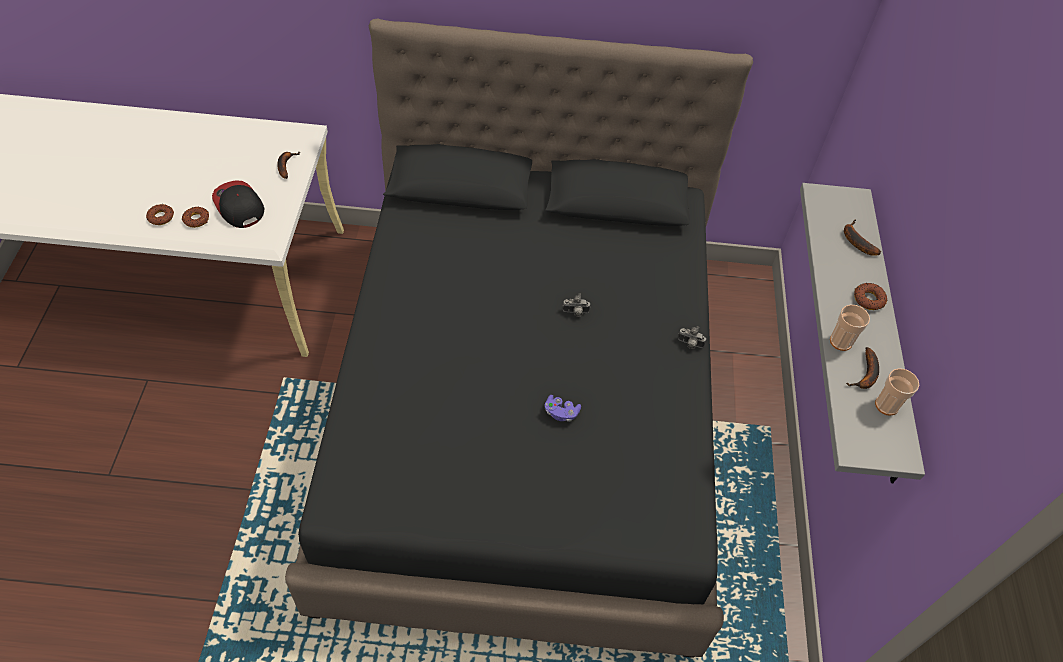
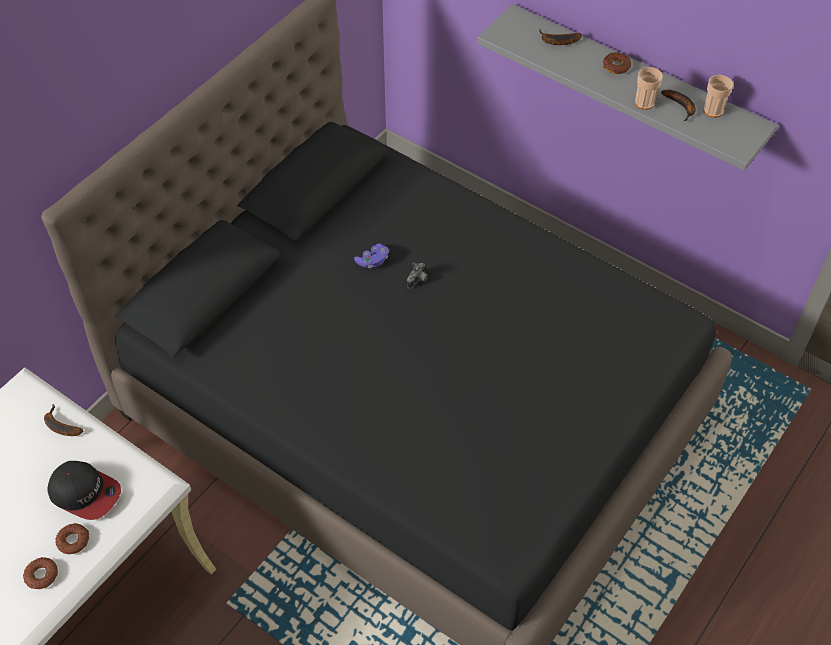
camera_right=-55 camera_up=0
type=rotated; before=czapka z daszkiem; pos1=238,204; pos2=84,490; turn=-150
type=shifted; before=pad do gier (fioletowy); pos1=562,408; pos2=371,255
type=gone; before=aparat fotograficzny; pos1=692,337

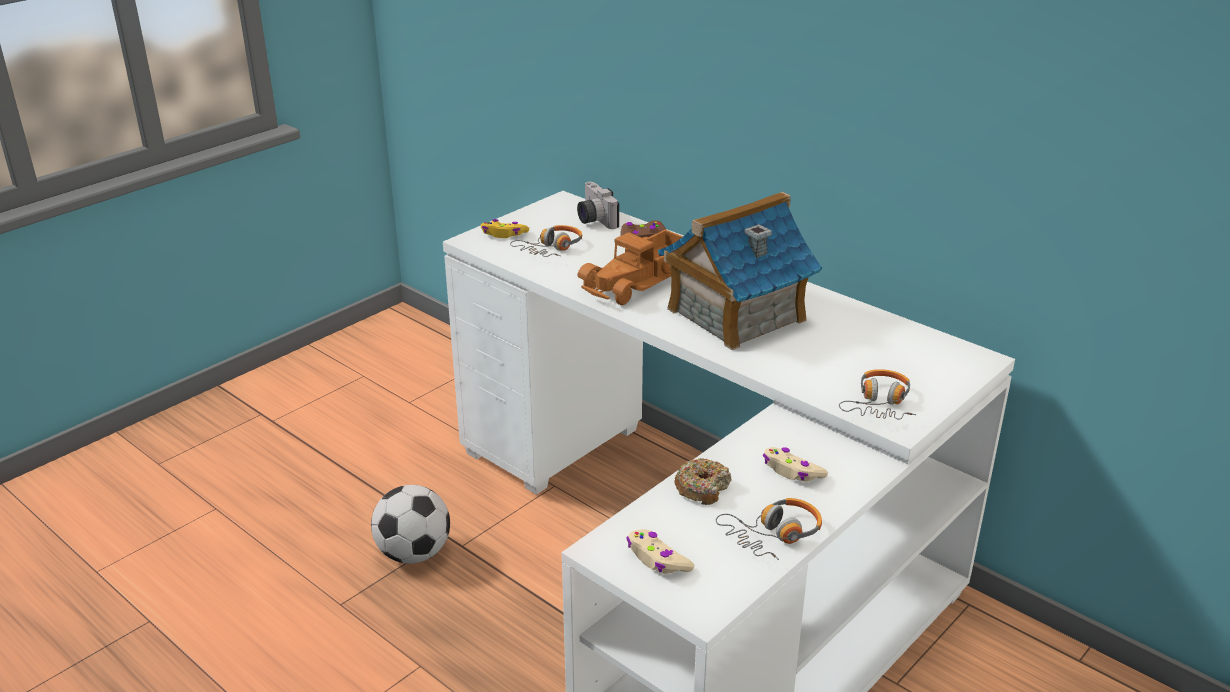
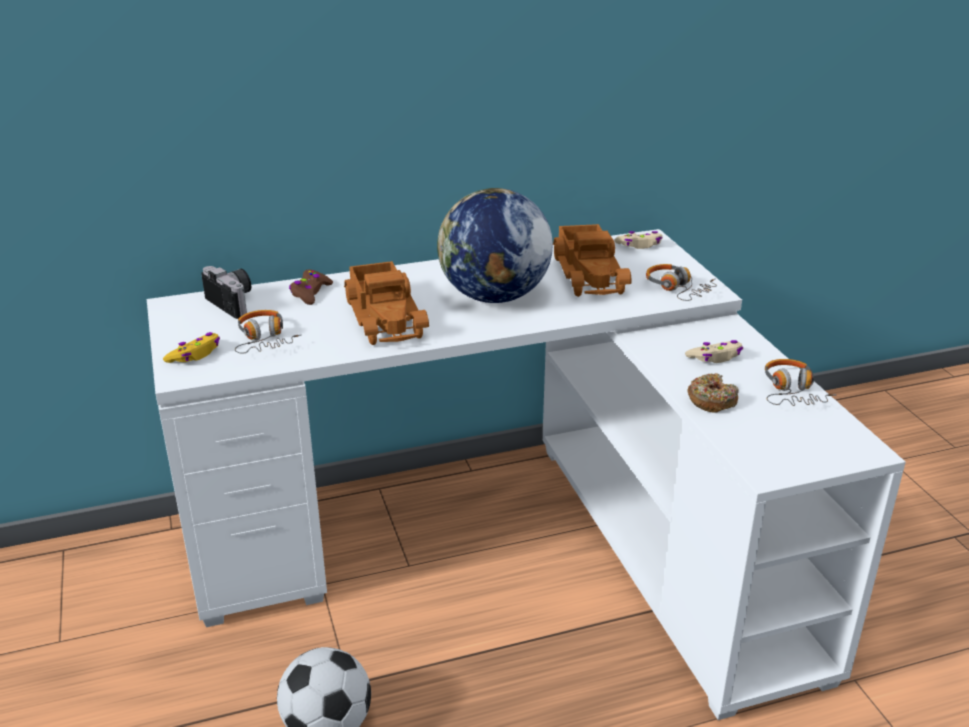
camera_right=-60 camera_up=0
type=rotated; before=aparat fotograficzny; pos1=598,205; pos2=226,292; turn=-135
type=swapped; before=domek; after=globus; pos1=740,271; pos2=495,245
type=new; after=ciężarówka zabawkowa; pos2=592,260
type=shifted; before=pad do gier (beżowy); pos1=660,551; pos2=638,240

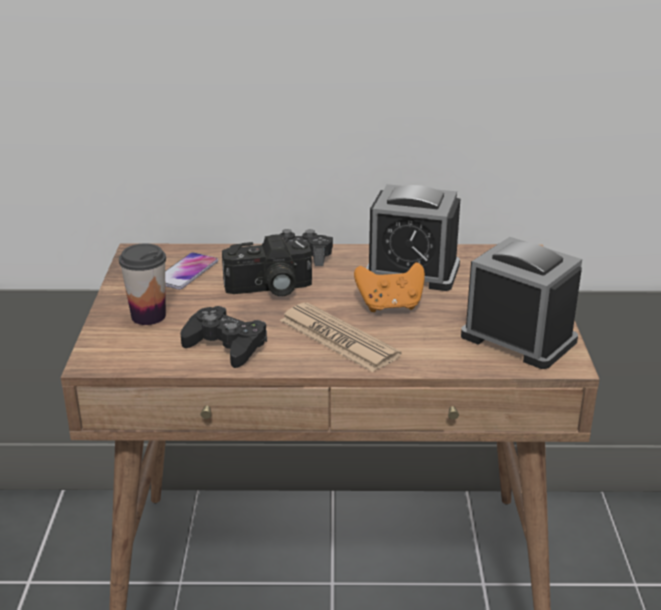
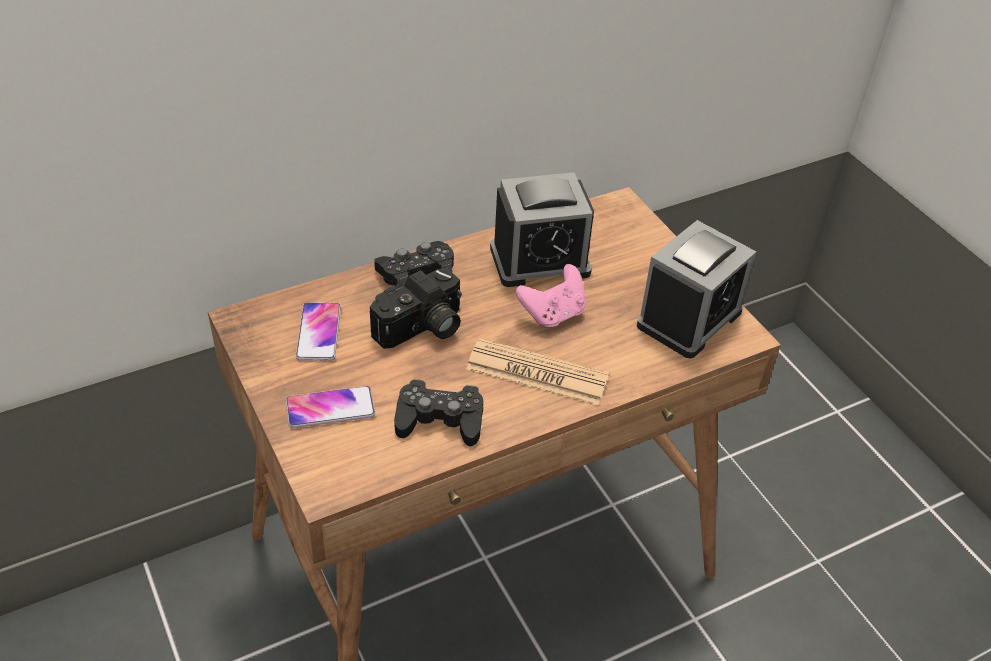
camera_right=-30 camera_up=15
type=swapped; before=filiżanka; after=telefon; pos1=142,284; pos2=330,407
type=repainted; before=pad do gier (pomarańczowy); after=pad do gier (różowy); pos1=389,287; pos2=550,296
type=rotated; before=budzik; pos1=521,303; pos2=696,289; turn=120

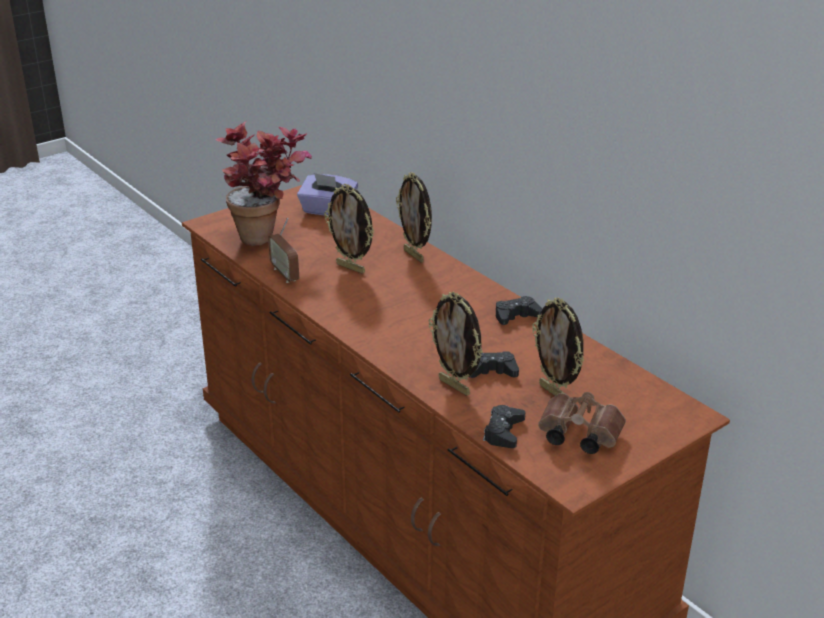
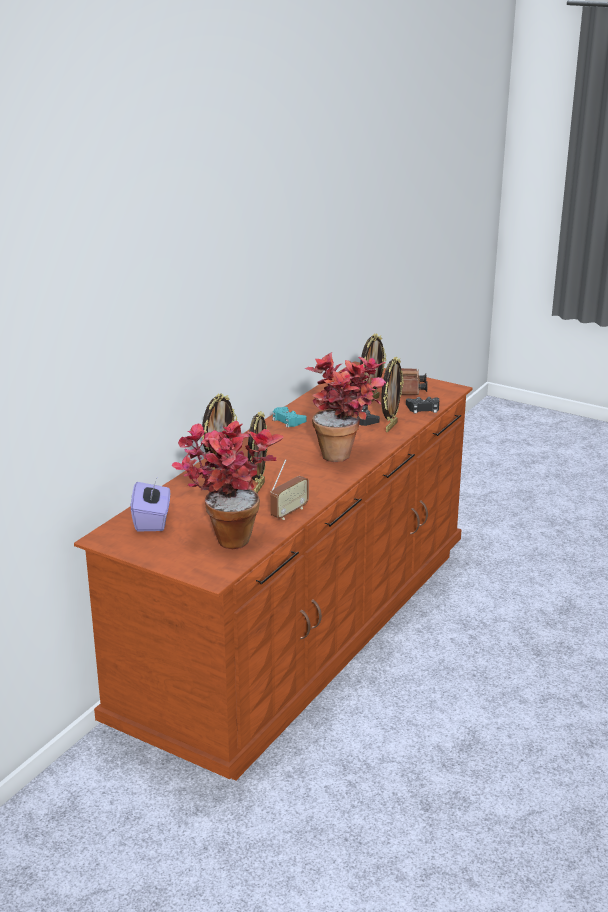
camera_right=-110 camera_up=-5
type=repainted; before=pad do gier (czarny); after=pad do gier (turkusowy); pos1=519,310; pos2=289,417
type=new; after=roślina doniczkowa; pos2=345,407

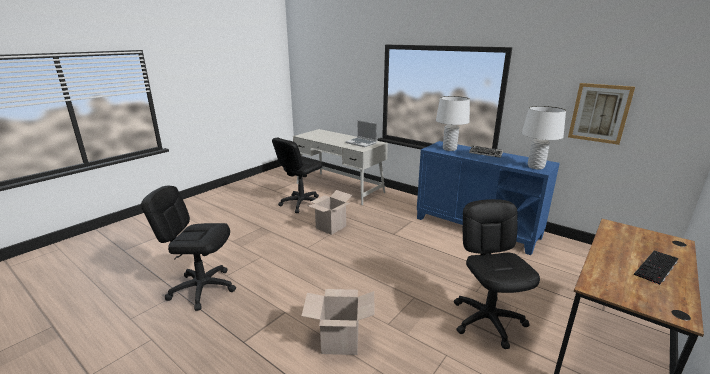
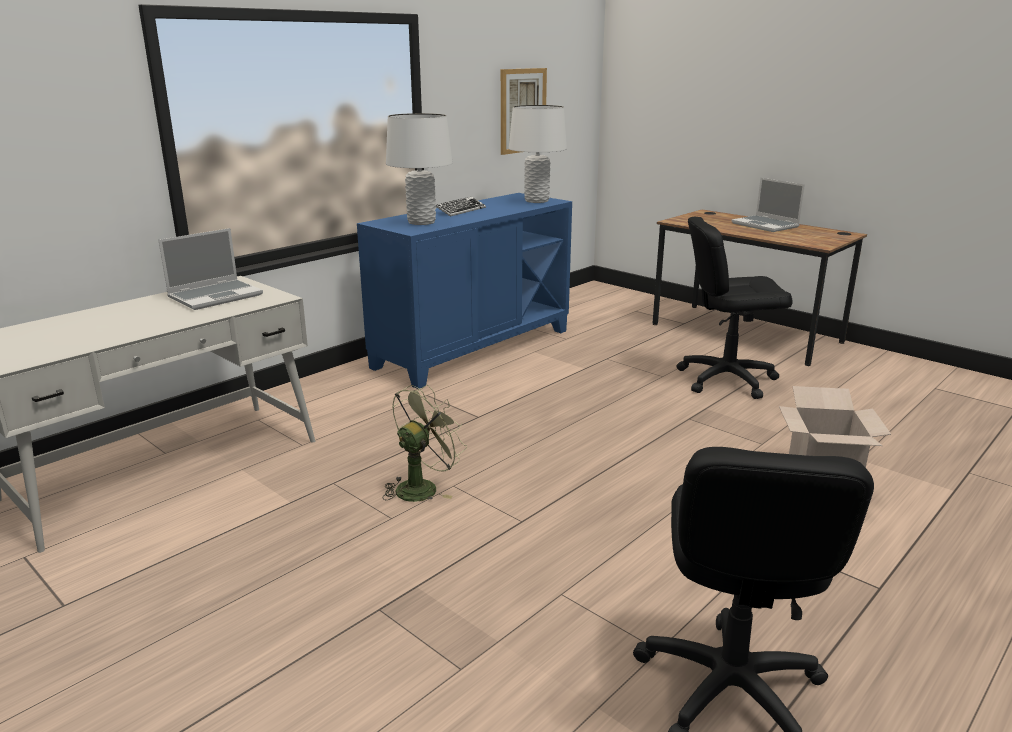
camera_right=-85 camera_up=0
type=swapped; before=karton; after=wentylator (zielony); pos1=329,212; pos2=424,443
type=swapped; before=klawiatura; after=laptop; pos1=656,268; pos2=768,205
type=gone; before=krzesło biurowe (czarny); pos1=297,175

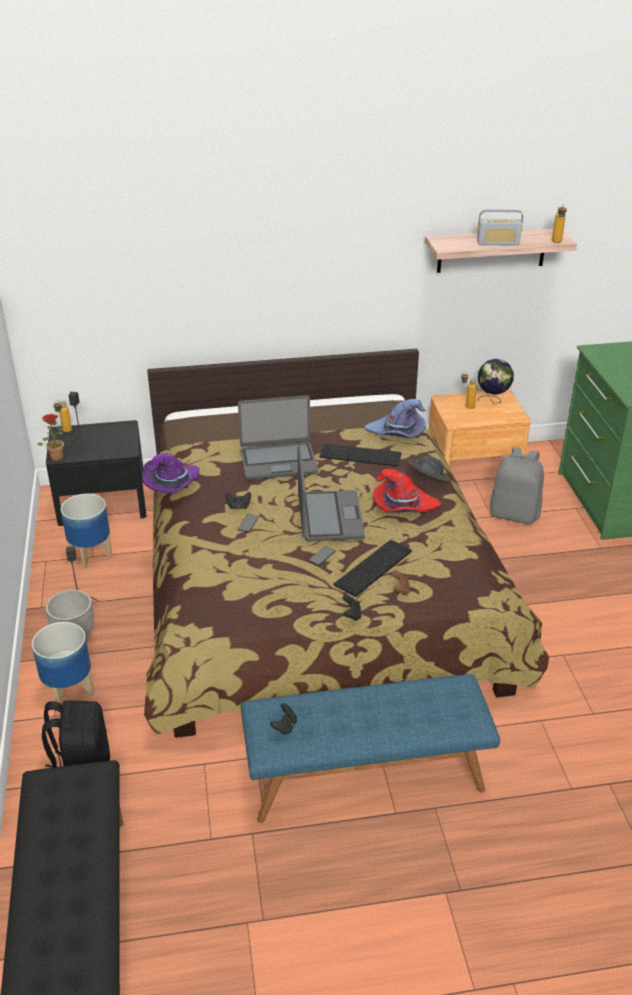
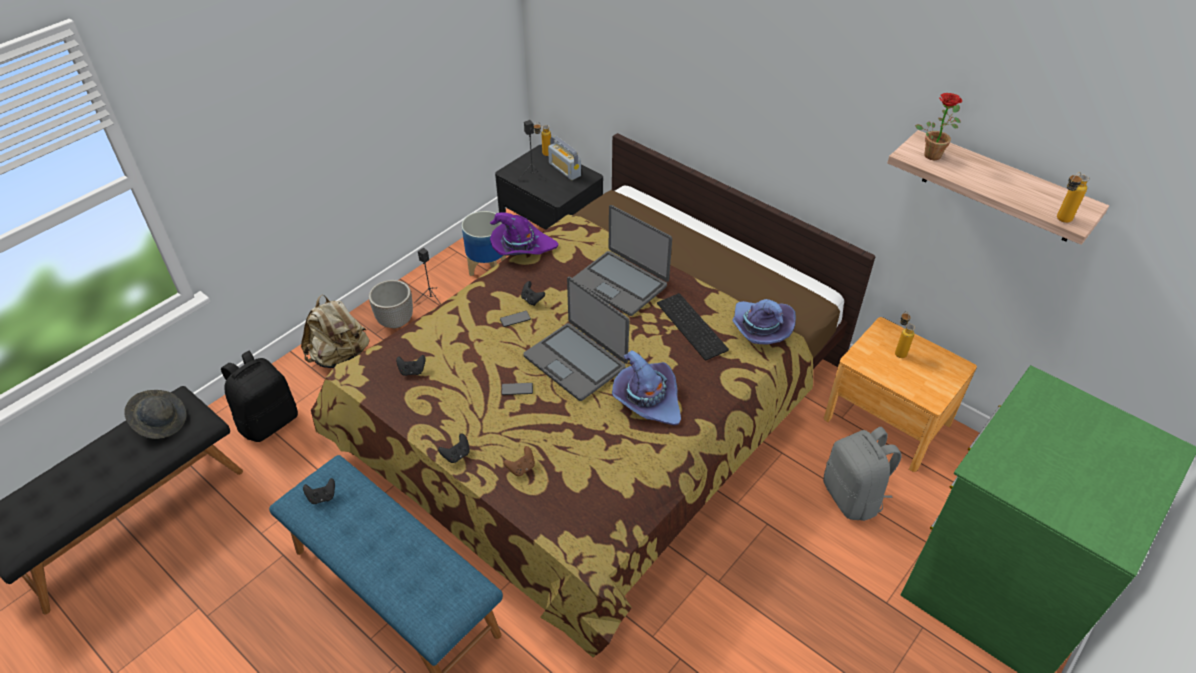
camera_right=50 camera_up=10
type=shifted; before=kapelusz (szary); pos1=428,469; pos2=155,414
type=swapped; before=donica; after=plecak (beżowy); pos1=63,663; pos2=335,331
type=new; after=pad do gier (czarny); pos2=410,365
type=rotated; before=laptop; pos1=331,493; pos2=576,339; turn=90
type=shifted; before=radio; pos1=500,228; pos2=564,158
type=repainted; before=kapelusz (czerwony); after=kapelusz (fioletowy); pos1=407,491; pos2=646,388
type=shifted; before=roślina doniczkowa; pos1=50,437; pos2=938,126
type=gone; before=klawiatura; pos1=373,568
type=gone; before=globus; pos1=496,381

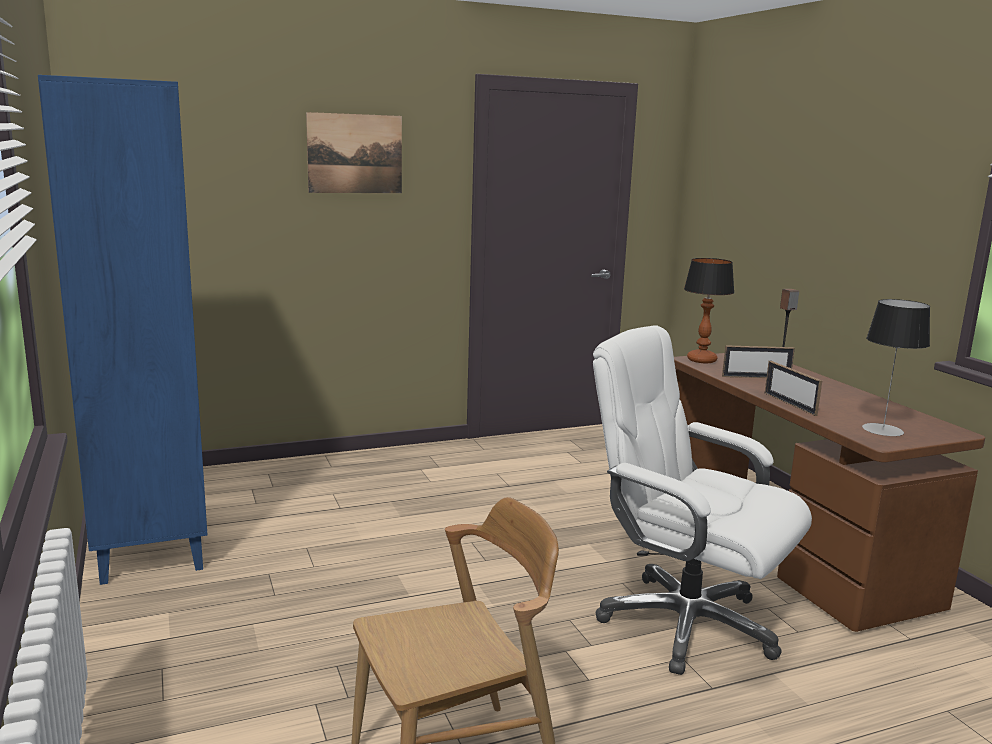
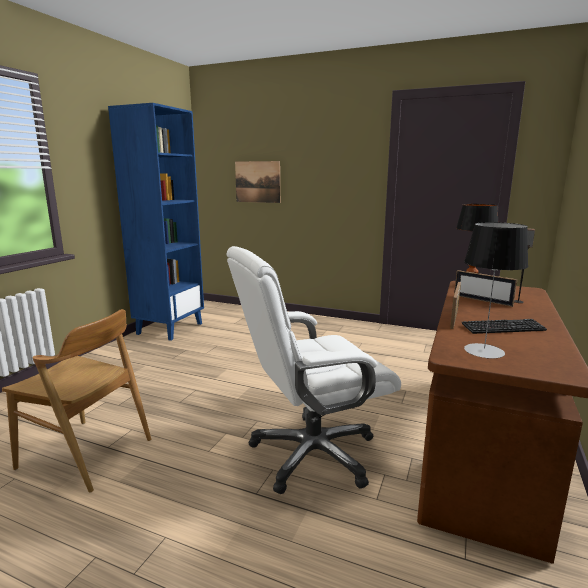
camera_right=45 camera_up=0
type=rotated; before=krzesło biurowe (biały); pos1=702,500; pos2=313,370; turn=-105
type=shifted; before=obraz; pos1=354,152; pos2=257,182
type=new; after=klawiatura; pos2=504,326

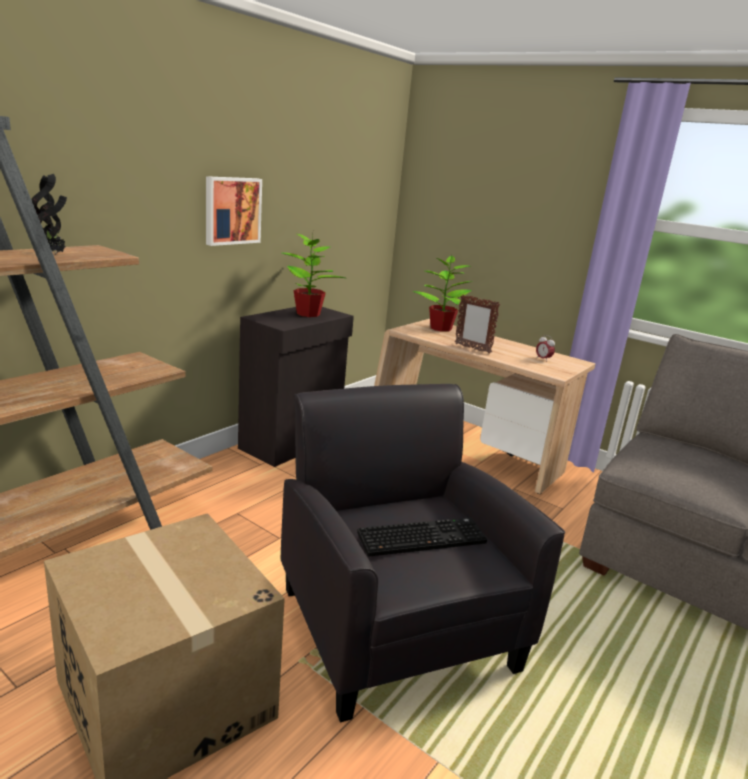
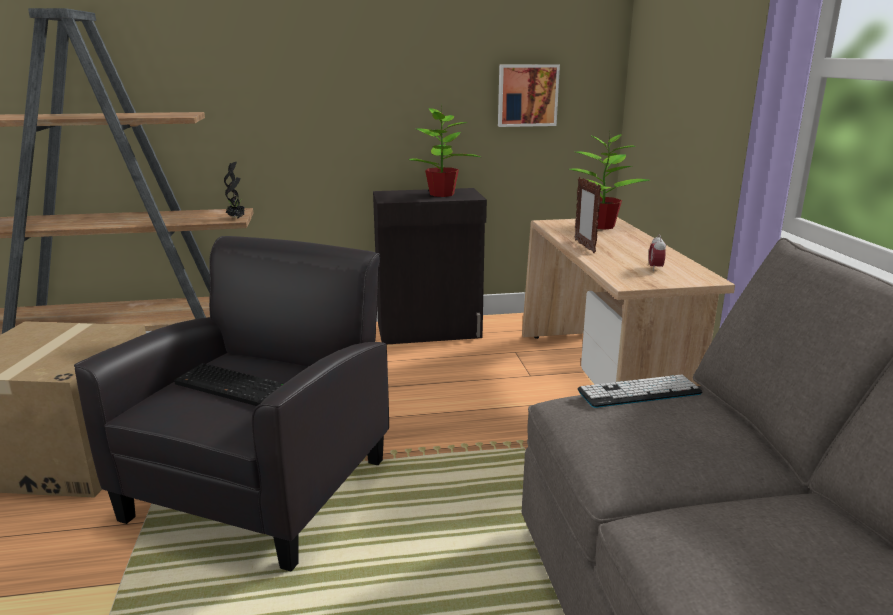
camera_right=45 camera_up=0
type=shifted; before=roślina doniczkowa; pos1=49,214; pos2=235,190
type=shifted; before=obraz; pos1=234,211; pos2=529,95
type=new; after=klawiatura; pos2=640,391

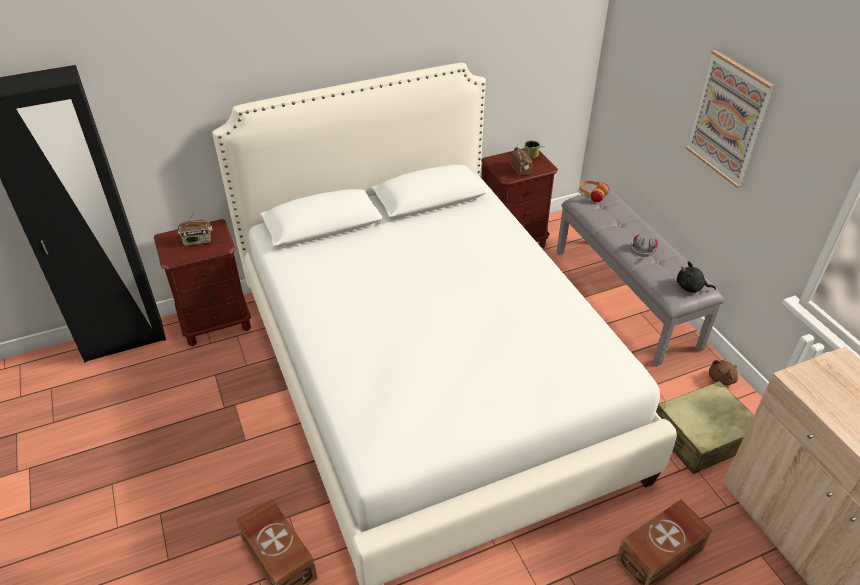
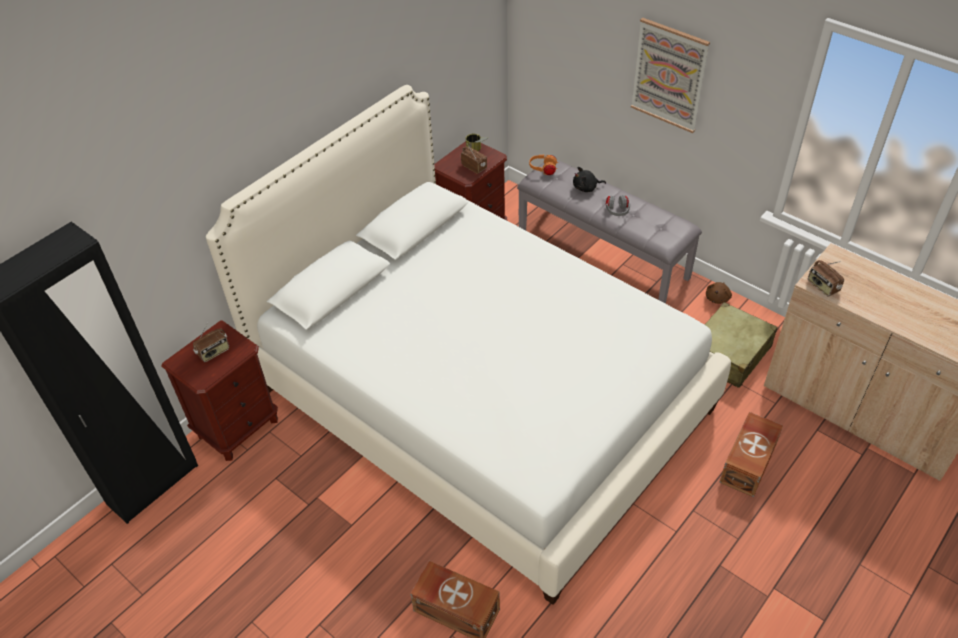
camera_right=-25 camera_up=5
type=shifted; before=pluszak (czarny); pos1=696,277; pos2=589,179
type=new; after=radio; pos2=826,278

